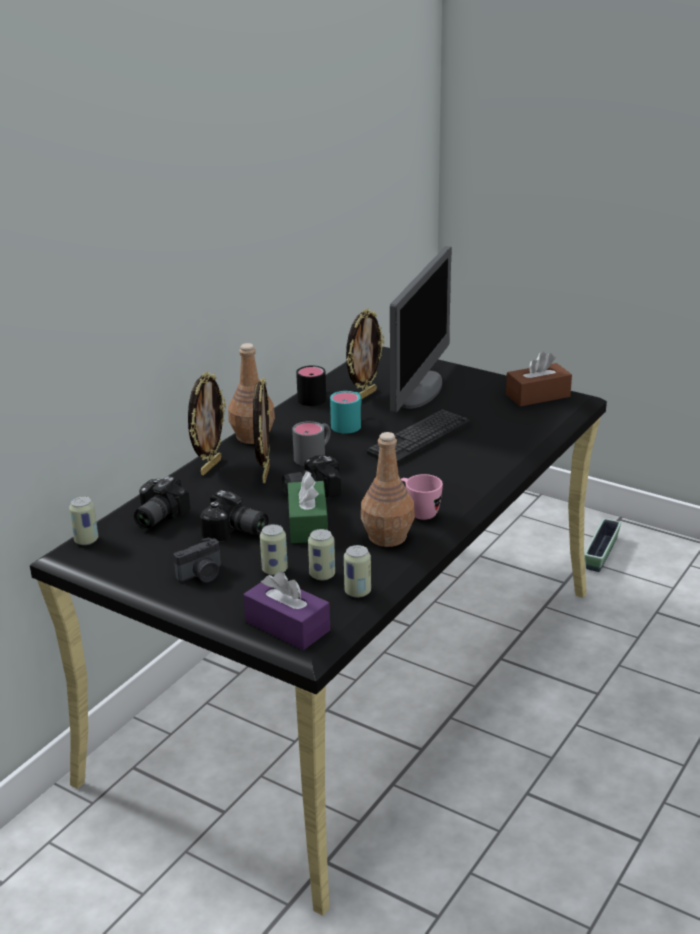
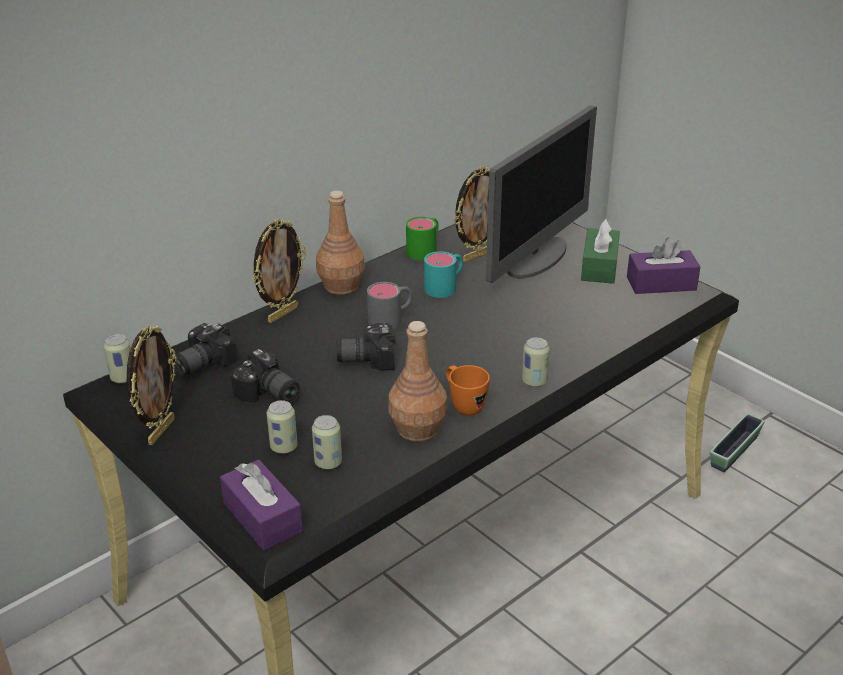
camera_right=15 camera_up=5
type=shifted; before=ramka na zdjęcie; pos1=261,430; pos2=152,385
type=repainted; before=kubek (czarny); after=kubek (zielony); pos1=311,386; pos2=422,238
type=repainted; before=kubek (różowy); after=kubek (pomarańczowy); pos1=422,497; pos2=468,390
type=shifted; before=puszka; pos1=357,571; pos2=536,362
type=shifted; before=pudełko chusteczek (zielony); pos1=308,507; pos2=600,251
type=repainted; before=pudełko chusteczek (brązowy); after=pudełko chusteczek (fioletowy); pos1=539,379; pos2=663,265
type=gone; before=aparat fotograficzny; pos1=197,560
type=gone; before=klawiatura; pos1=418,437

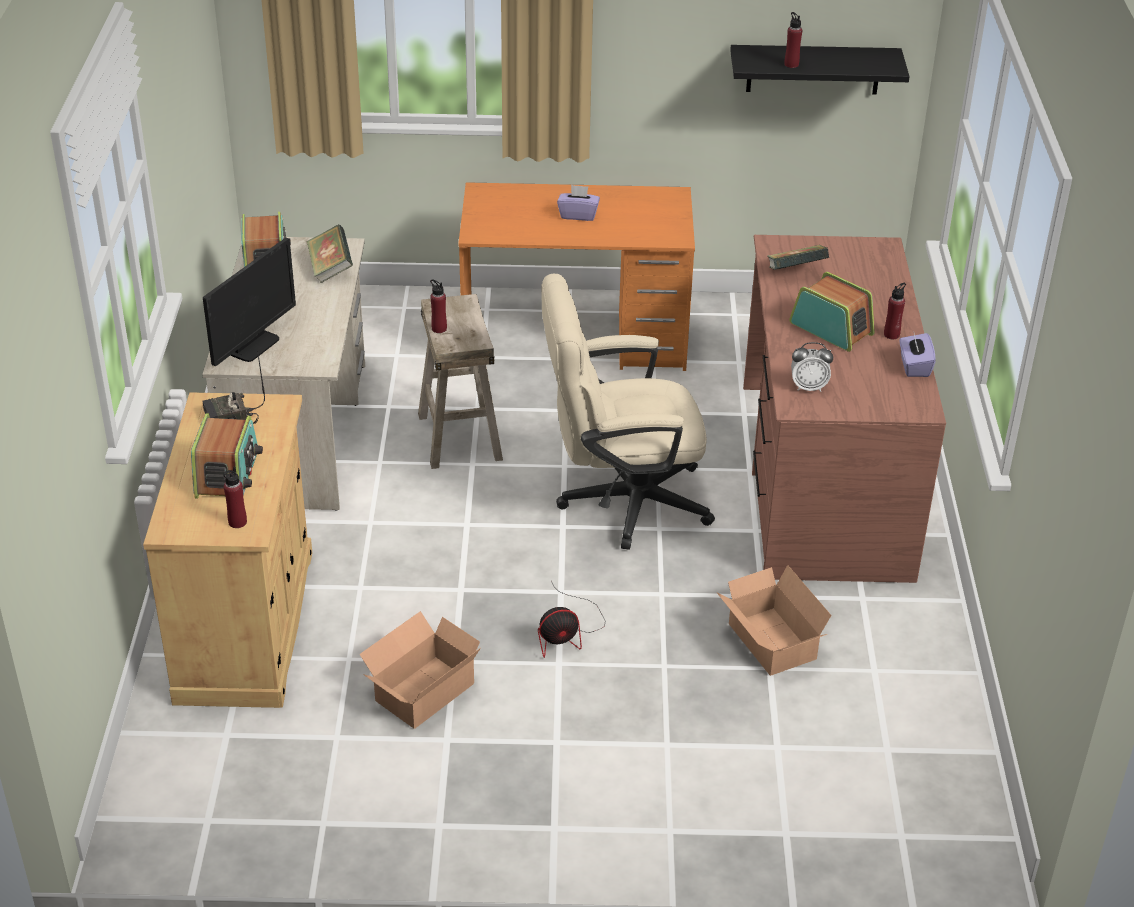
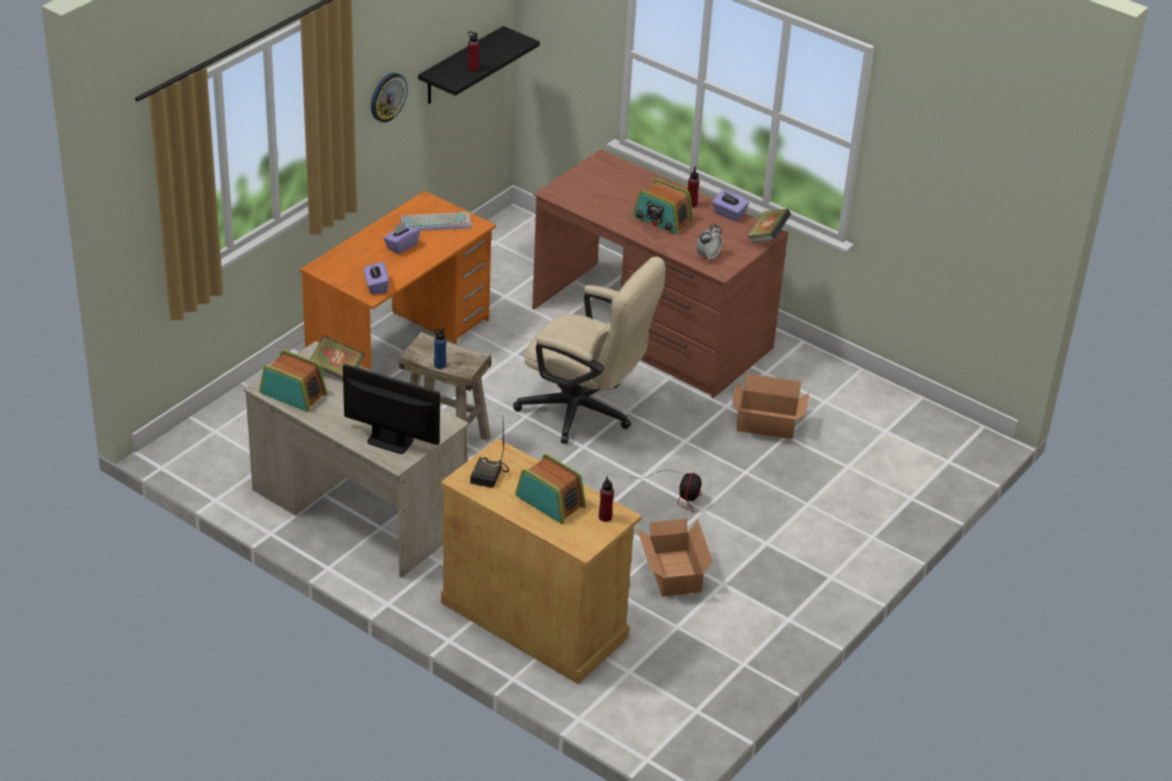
camera_right=-55 camera_up=0
type=rotated; before=monitor; pos1=249,302; pos2=391,409; turn=-45
type=new; after=pudełko chusteczek (fioletowy); pos2=376,278
type=new; after=zegar ścienny; pos2=389,97
type=new; after=klawiatura; pos2=436,221
type=repainted; before=butelka (czerwony); after=butelka (niebieski); pos1=438,306; pos2=440,348
type=rotated; before=krzesło biurowe (beżowy); pos1=628,412; pos2=589,350; turn=-90
type=rotated; before=radio; pos1=832,312; pos2=662,207; turn=-135
type=shifted; before=książka; pos1=798,257; pos2=769,226

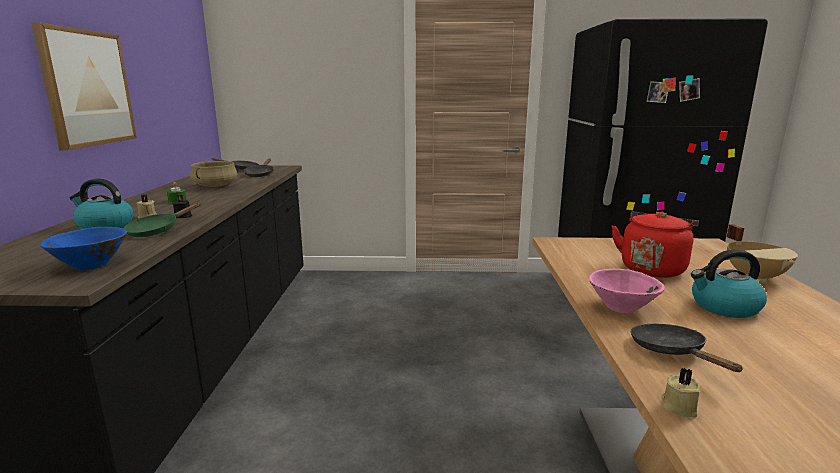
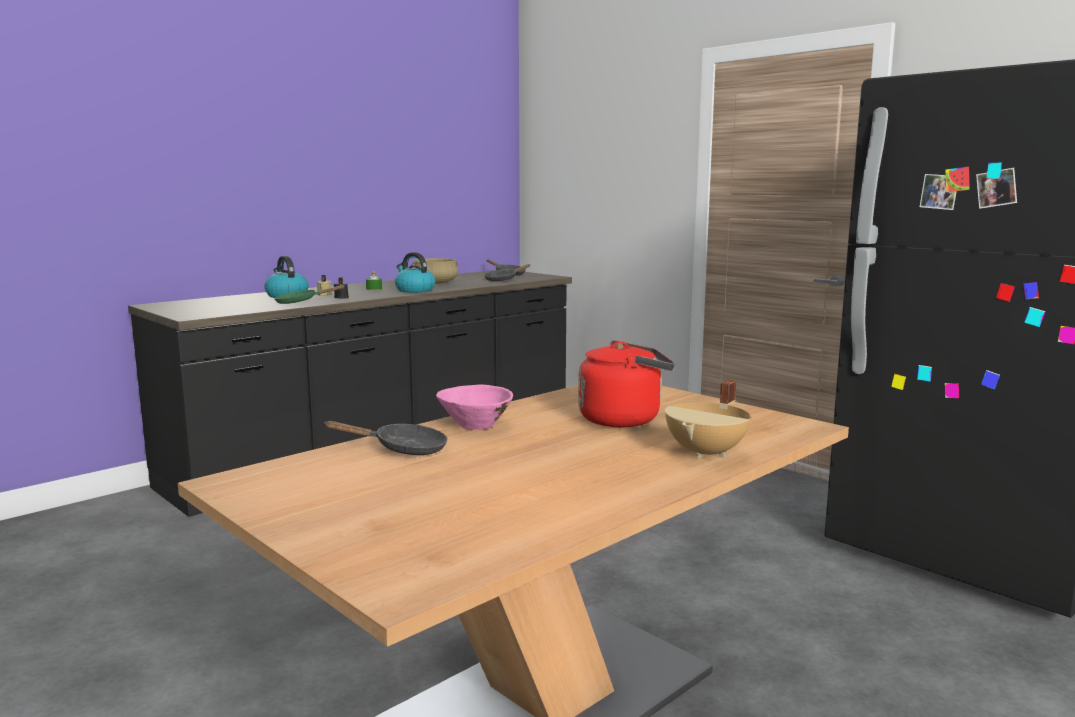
camera_right=45 camera_up=-5
type=rotated; before=patelnia (czarny); pos1=687,348; pos2=386,438; turn=60
type=shifted; before=czajnik; pos1=729,283; pos2=415,272
type=gone; before=obraz; pos1=84,86
type=gone; before=miska (niebieski); pos1=84,248
type=gone; before=świeca (beżowy); pos1=681,392

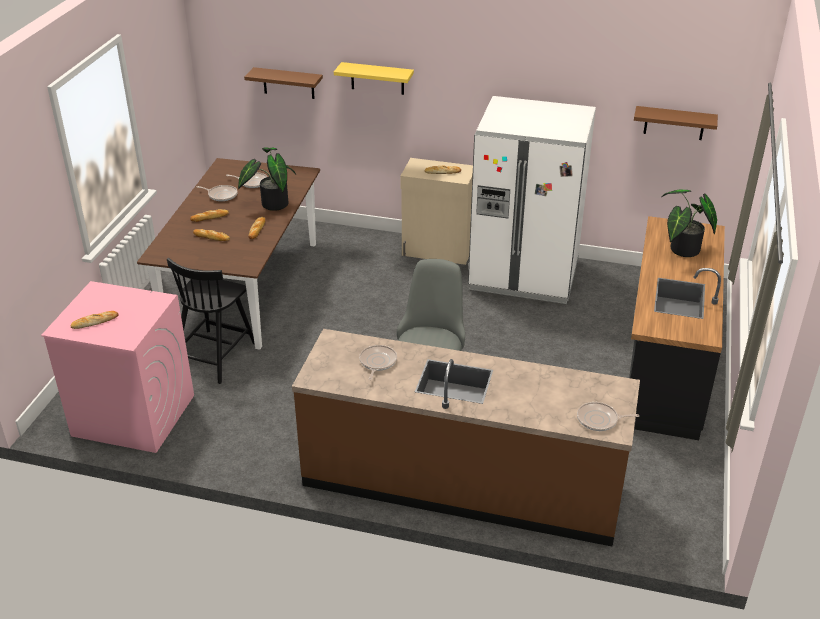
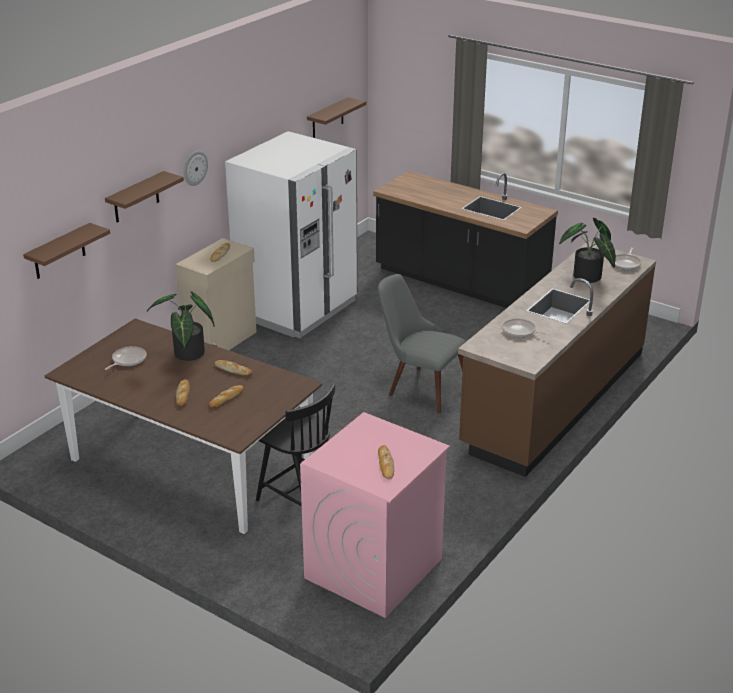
camera_right=-70 camera_up=-5
type=repainted; before=półka (żółty); after=półka (brązowy); pos1=374,78; pos2=144,197
type=new; after=zegar ścienny; pos2=196,168
type=shifted; before=roślina doniczkowa; pos1=689,223; pos2=587,250
type=gone; before=patelnia; pos1=217,193

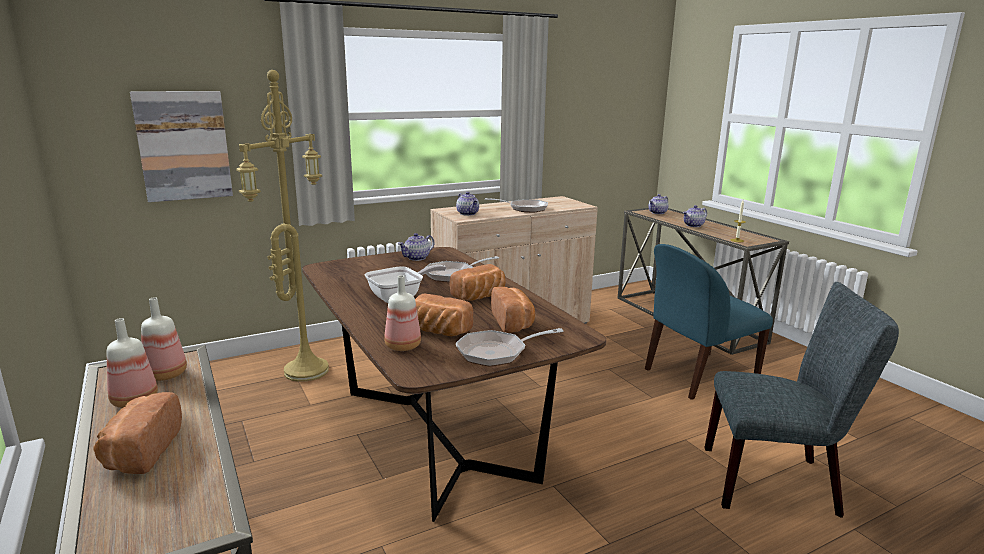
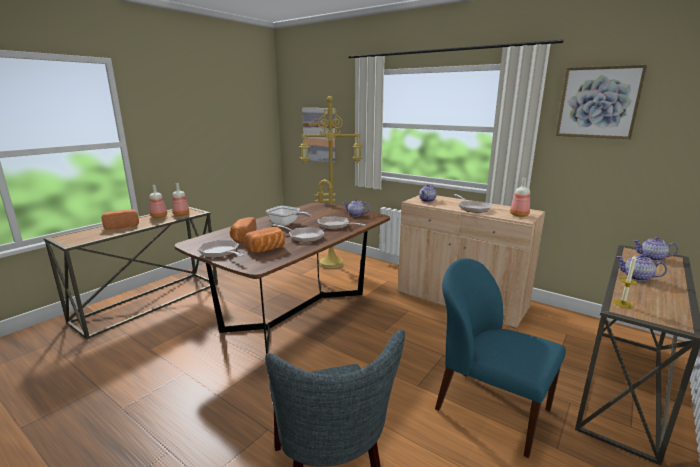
camera_right=65 camera_up=0
type=swapped; before=chleb; after=patelnia; pos1=477,282; pos2=298,233
type=shifted; before=butelka; pos1=402,313; pos2=520,197
type=new; after=obraz; pos2=601,102

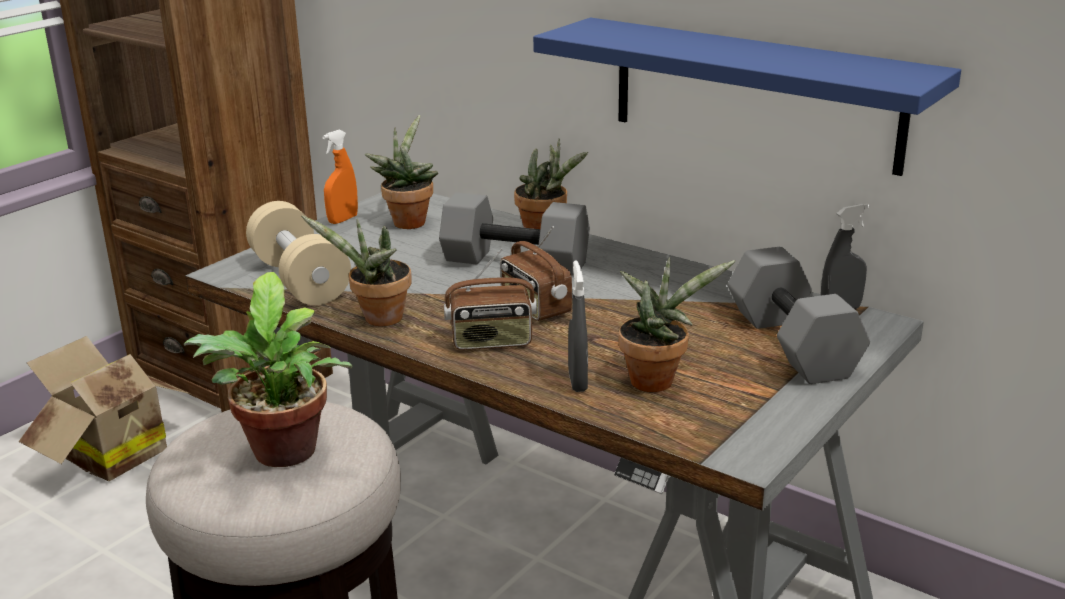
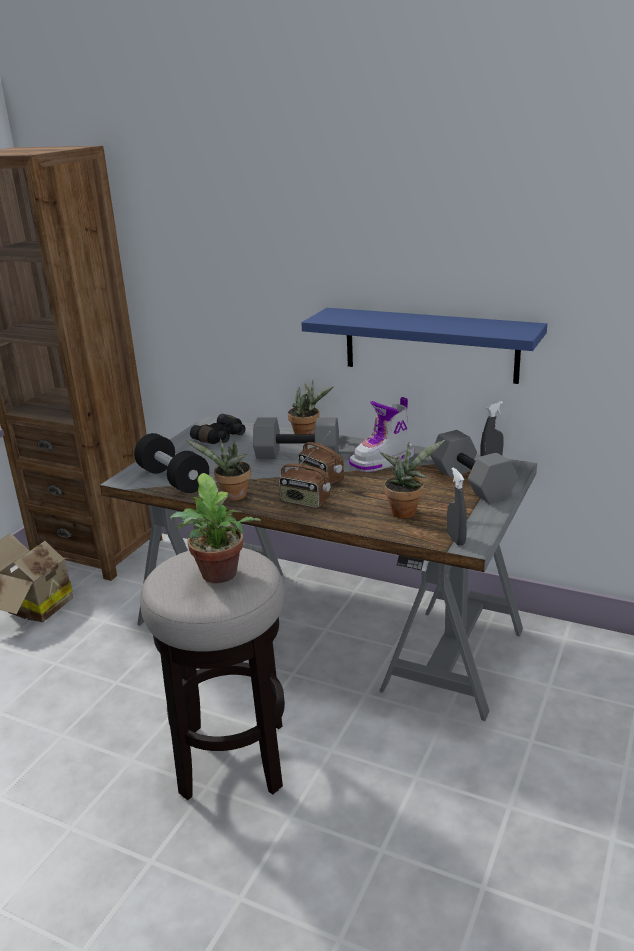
camera_right=-10 camera_up=0
type=repainted; before=hantel (beżowy); after=hantel (czarny); pos1=298,253; pos2=171,463
type=swapped; before=roślina doniczkowa; after=lornetka (czarny); pos1=401,172; pos2=217,429
type=rotated; before=radio; pos1=490,299; pos2=304,479; turn=45
type=new; after=but z cholewką; pos2=381,434
type=shifted; before=spryskiwacz (szary); pos1=578,326; pos2=457,506
type=gone; before=spryskiwacz (pomarańczowy); pos1=340,177

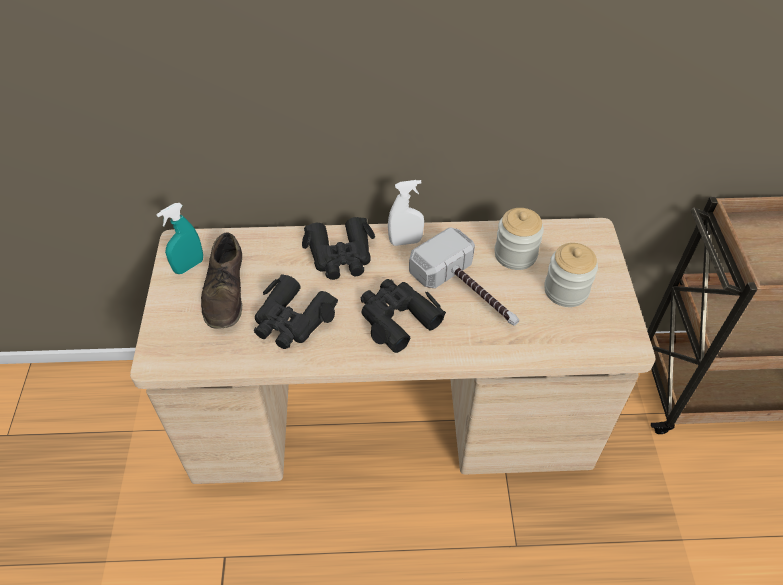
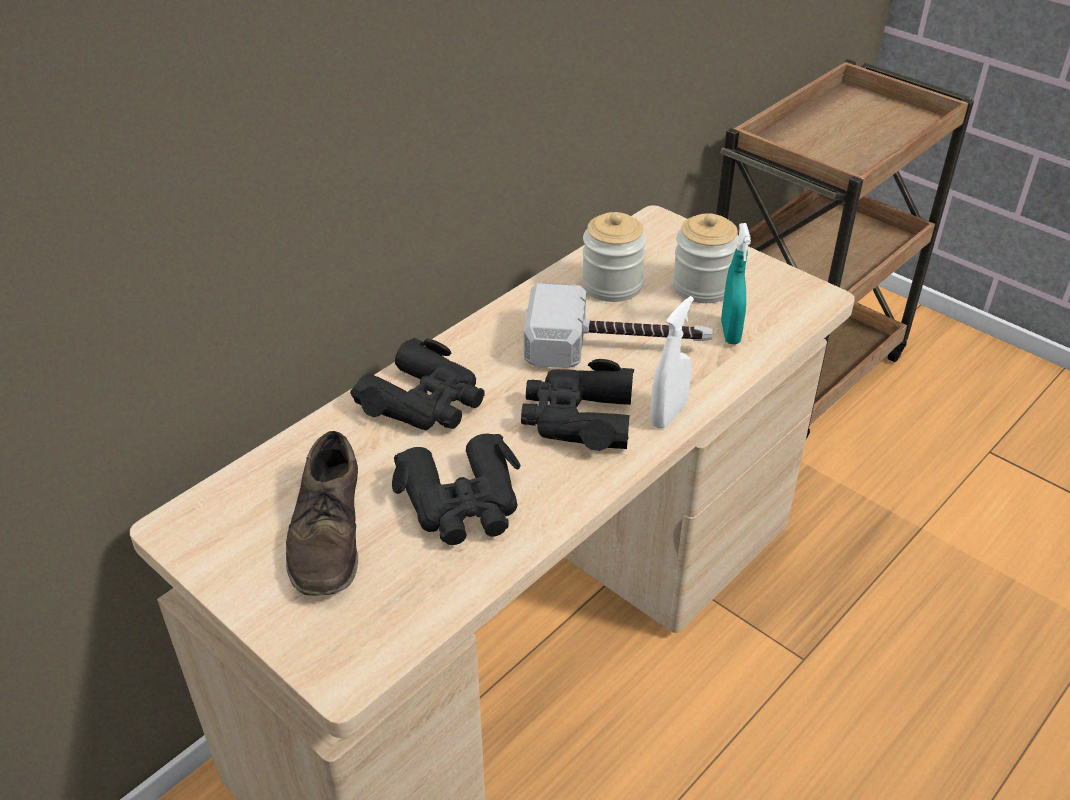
camera_right=-45 camera_up=-10
type=rotated; before=but (brązowy); pos1=221,280; pos2=322,513; turn=45
type=shifted; before=spryskiwacz (biały); pos1=406,213; pos2=672,362
type=shifted; before=spryskiwacz (turkusowy); pos1=179,238; pos2=736,283

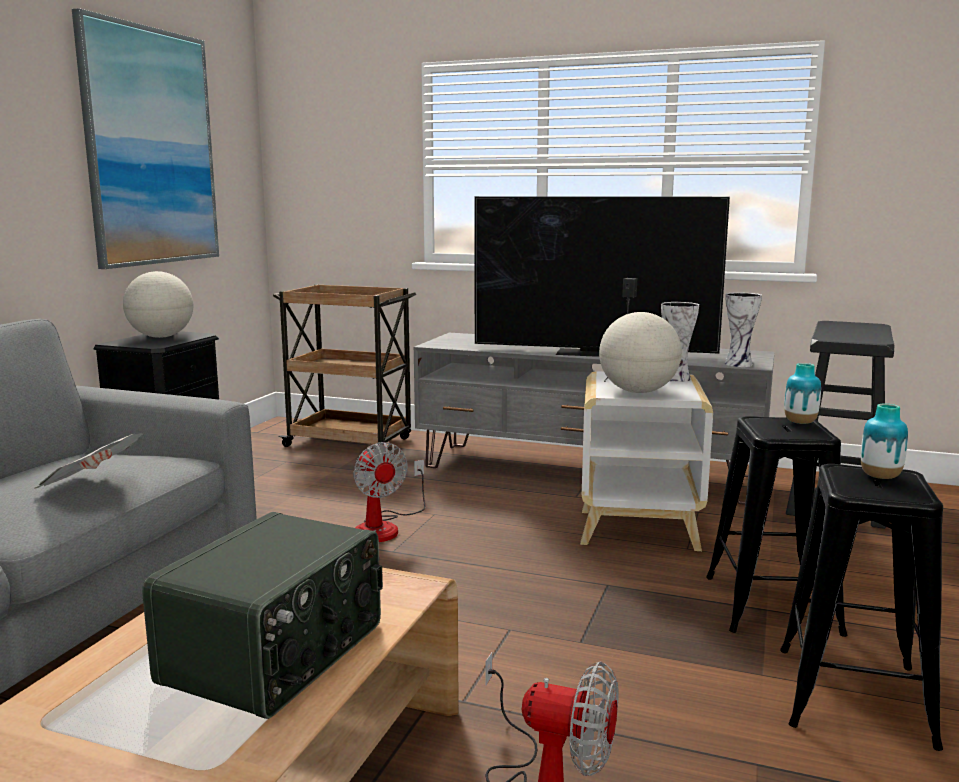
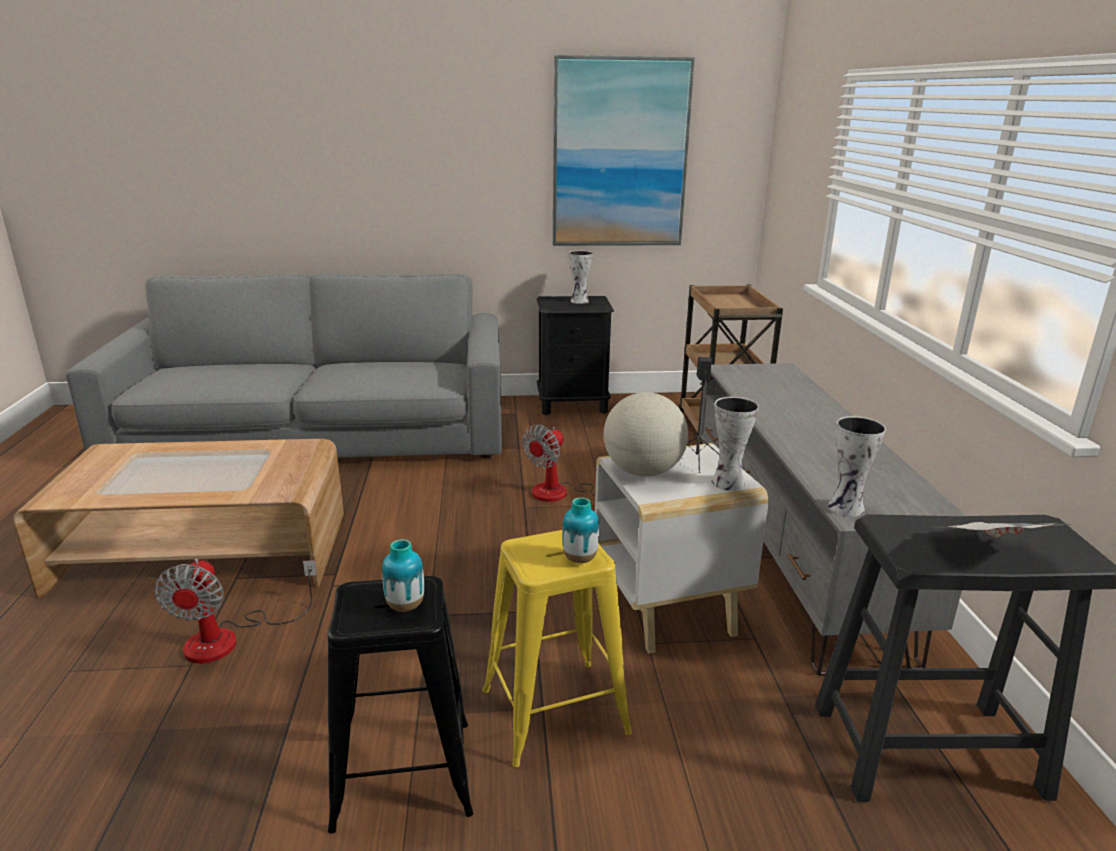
camera_right=65 camera_up=10
type=repainted; before=stołek (czarny); after=stołek (żółty); pos1=776,526; pos2=557,648
type=swapped; before=globus; after=wazon; pos1=158,304; pos2=581,277
type=shifted; before=gazeta; pos1=88,461; pos2=1000,530
type=gone; before=radio; pos1=262,615
type=gone; before=telewizor; pos1=602,276

